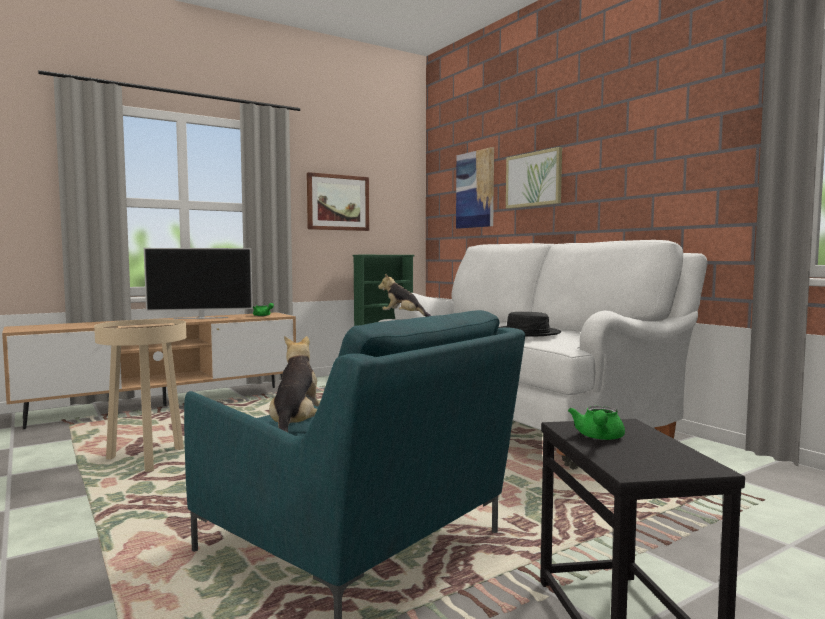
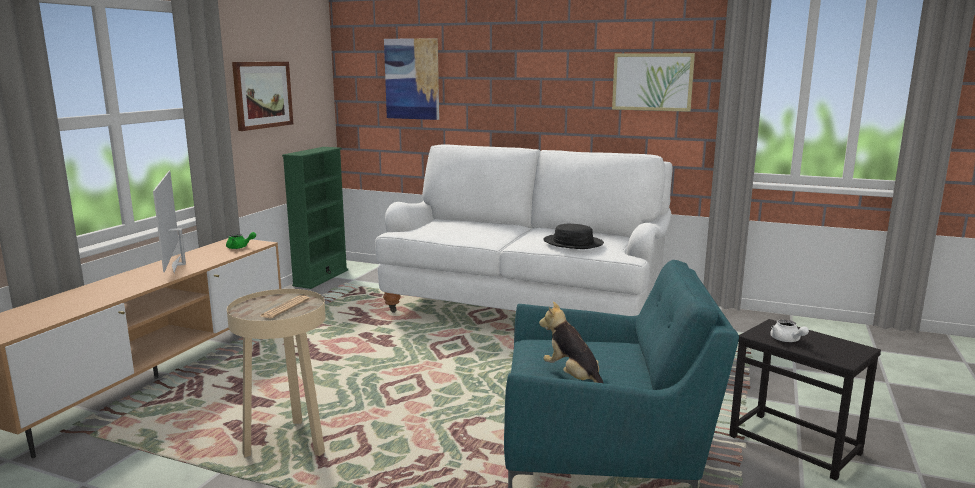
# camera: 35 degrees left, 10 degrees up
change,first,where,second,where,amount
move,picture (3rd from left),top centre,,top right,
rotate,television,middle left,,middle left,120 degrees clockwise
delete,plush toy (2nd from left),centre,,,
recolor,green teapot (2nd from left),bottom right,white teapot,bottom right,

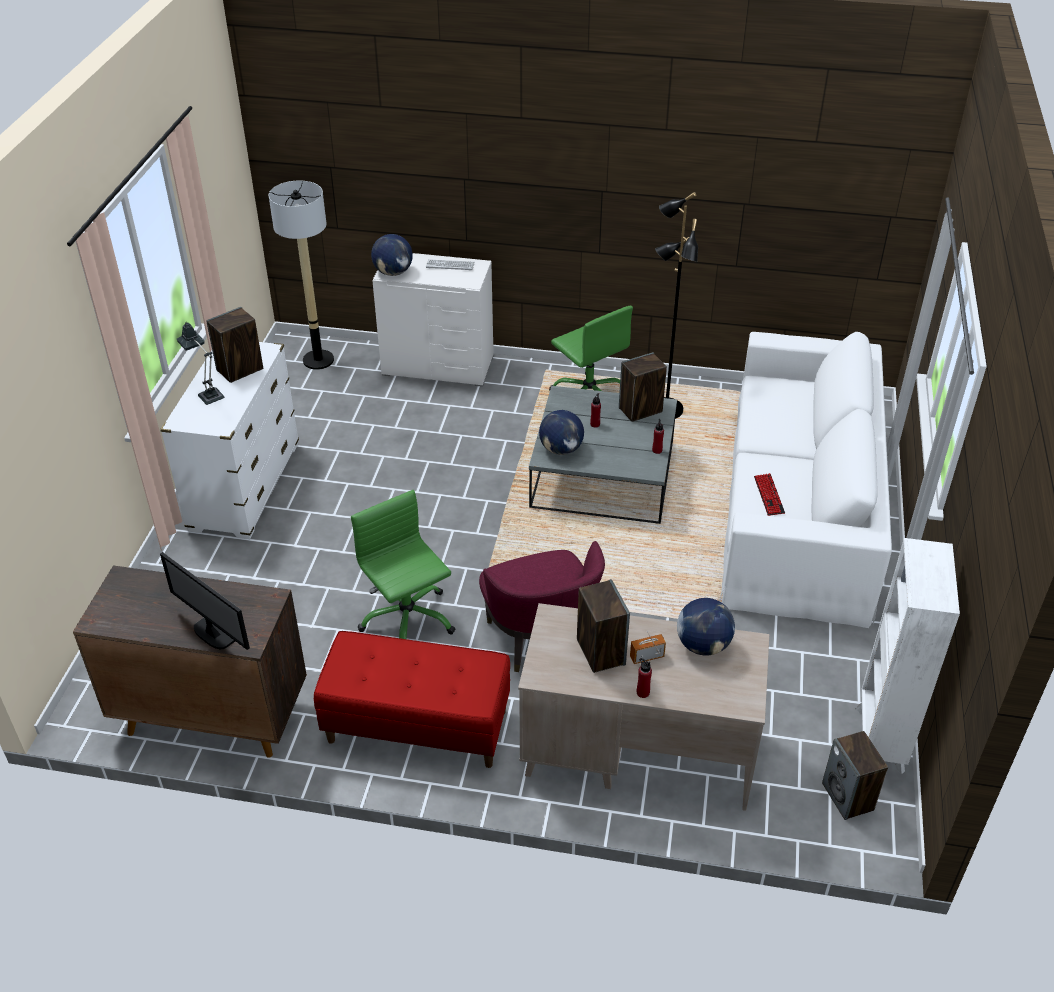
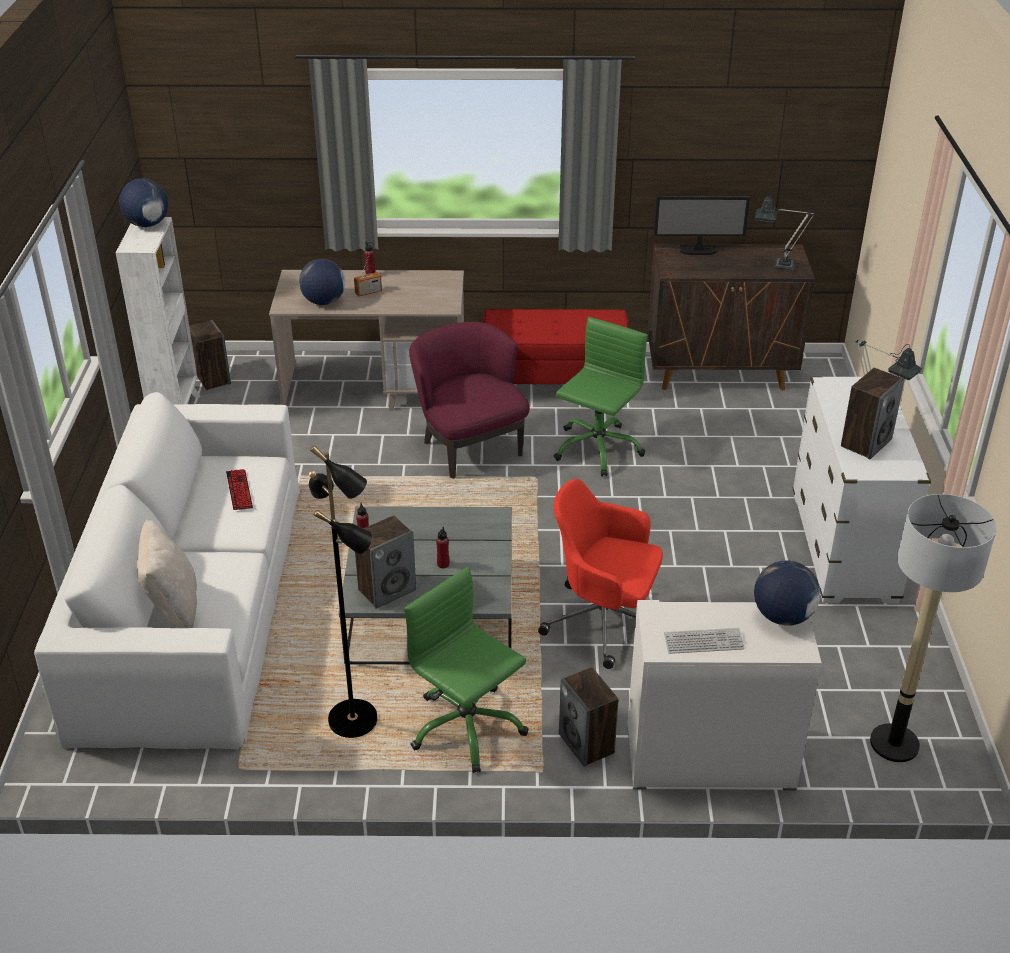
# camera: 170 degrees right, 5 degrees down
change,first,where,second,where,amount
move,globe (2nd from left in the first image),centre,globe (1st from left),top left,
rotate,green office chair (1st from left in the first image),centre,green office chair (2nd from left),centre,105 degrees counterclockwise
rotate,monitor,middle left,,top right,150 degrees clockwise
move,speaker (2nd from left in the first image),centre,speaker (3rd from left),bottom centre,
insert,,,table lamp (1st from left),top right,
insert,,,red office chair,centre,
insert,,,beige pillow,middle left,

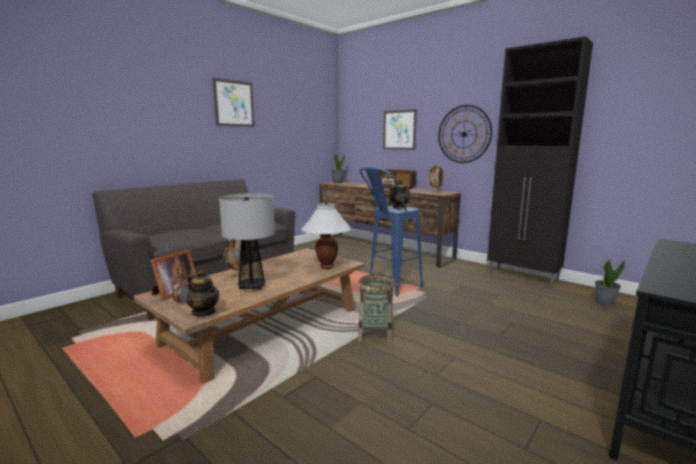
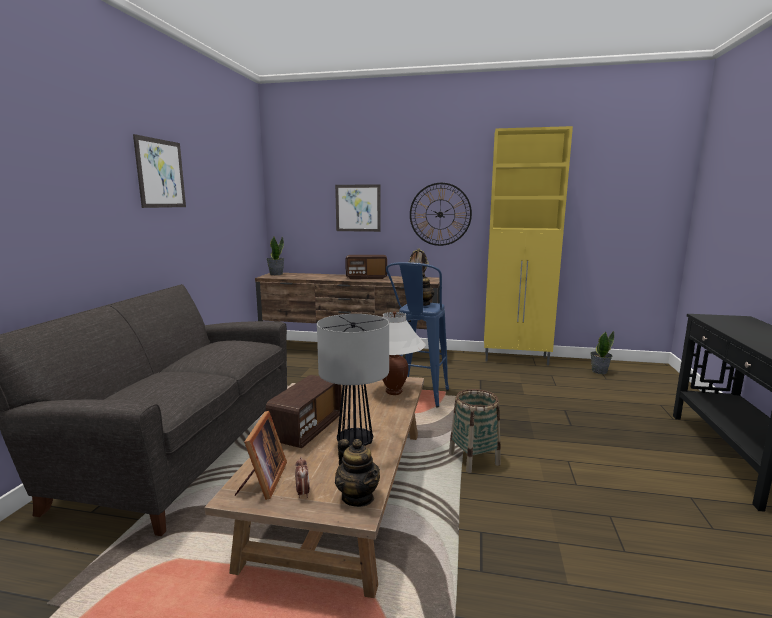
# camera: 30 degrees left, 0 degrees up
change,first,where,second,where,amount
recolor,black cabinet,middle right,yellow cabinet,middle right,
replace,picture frame (2nd from left),centre,radio (1st from left),centre,
rotate,teapot (1st from left),middle left,,bottom centre,45 degrees clockwise

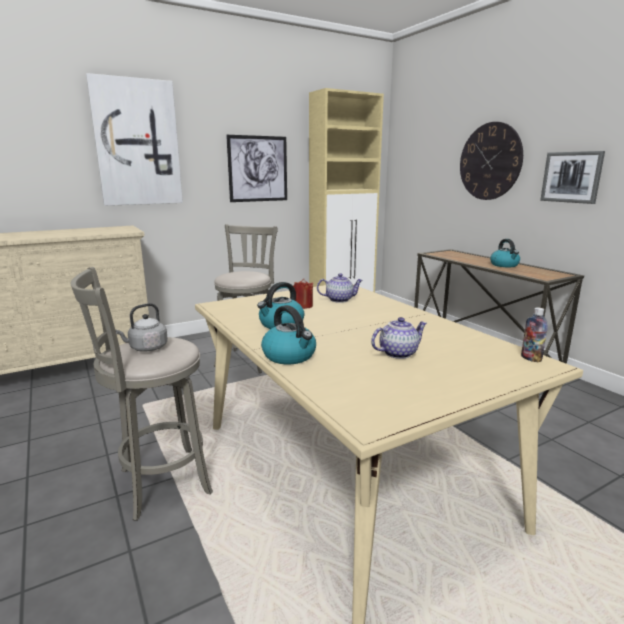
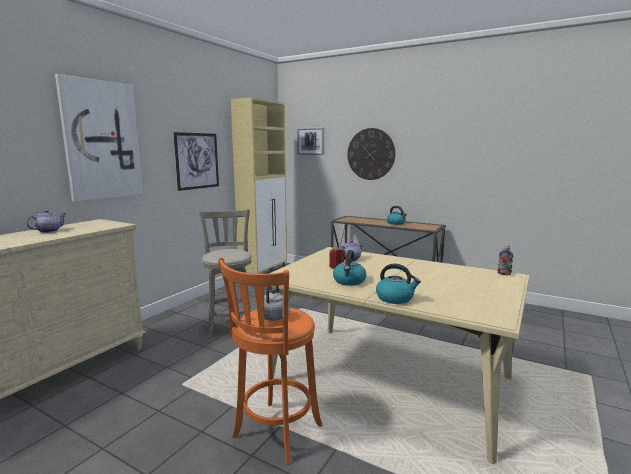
# camera: 30 degrees left, 5 degrees down
change,first,where,second,where,amount
move,picture (3rd from left),top right,,top centre,
recolor,grey stool (1st from left),middle left,orange stool,bottom centre,
move,teapot (2nd from left in the first image),centre,teapot (1st from left),middle left,

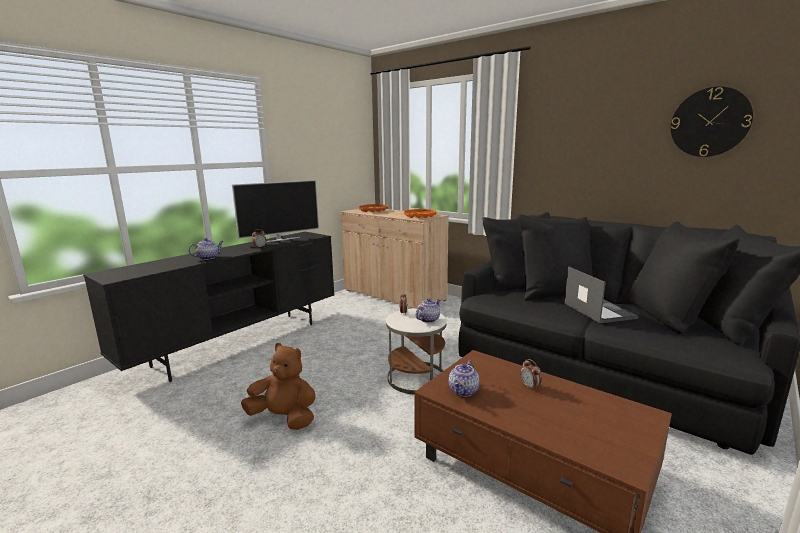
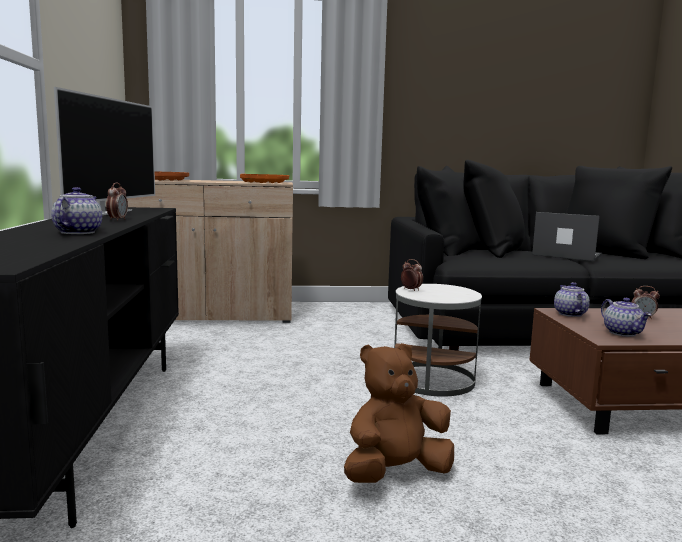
# camera: 45 degrees left, 5 degrees down
change,first,where,second,where,amount
delete,wall clock,top right,,,
move,teapot (2nd from left),centre,,middle right,

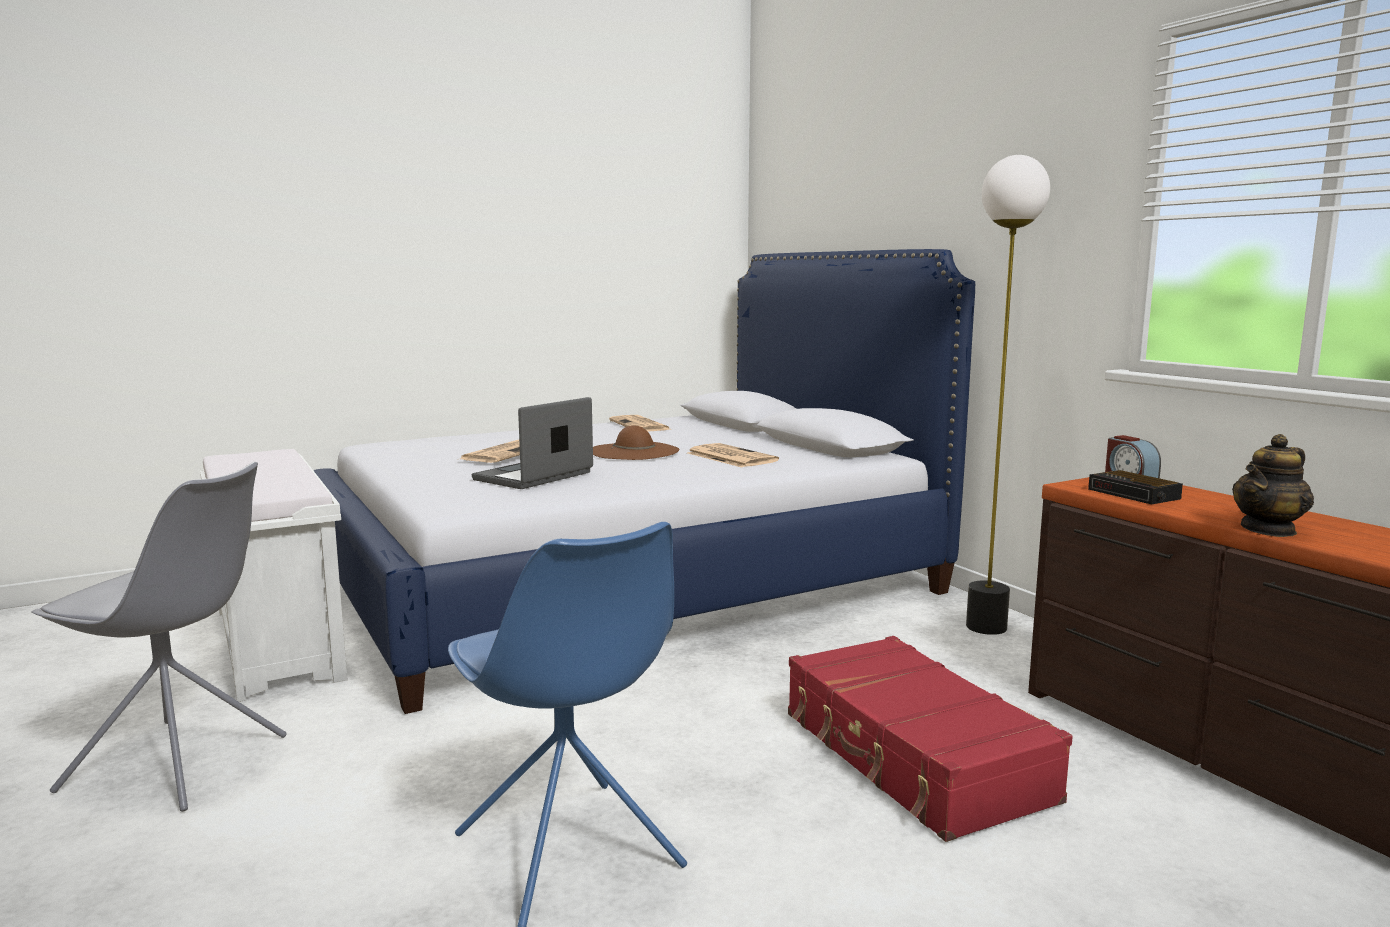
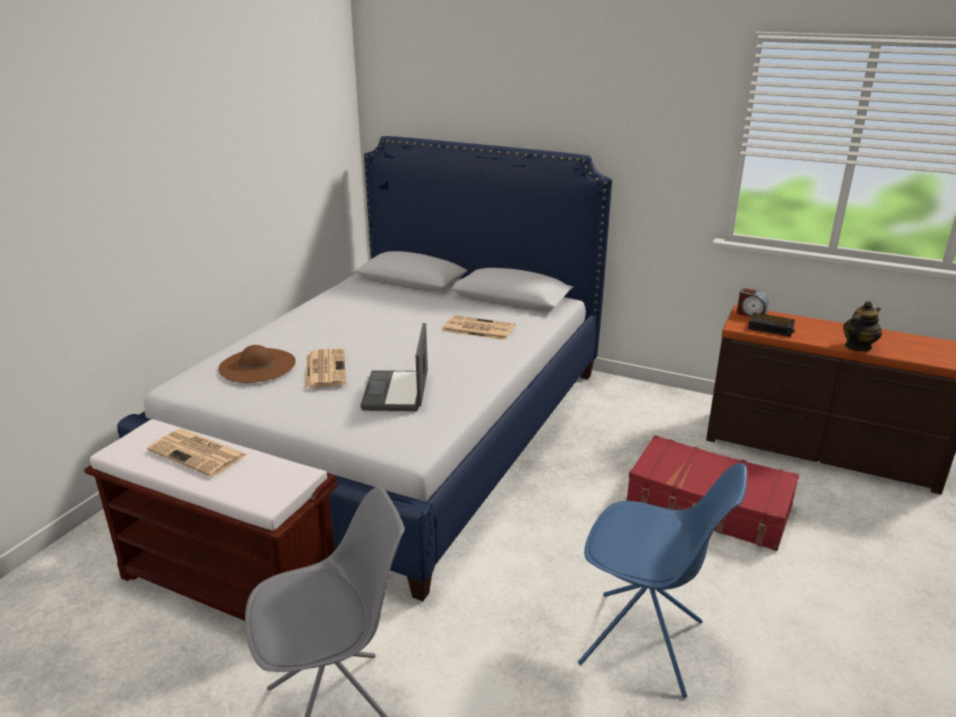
# camera: 35 degrees left, 15 degrees up
change,first,where,second,where,amount
delete,floor lamp,middle right,,,
move,newspaper (2nd from left in the first image),centre,newspaper (1st from left),middle left,
move,brown hat,centre,,middle left,
rotate,teapot,middle right,,middle right,150 degrees counterclockwise
recolor,white bench,middle left,brown bench,bottom left,

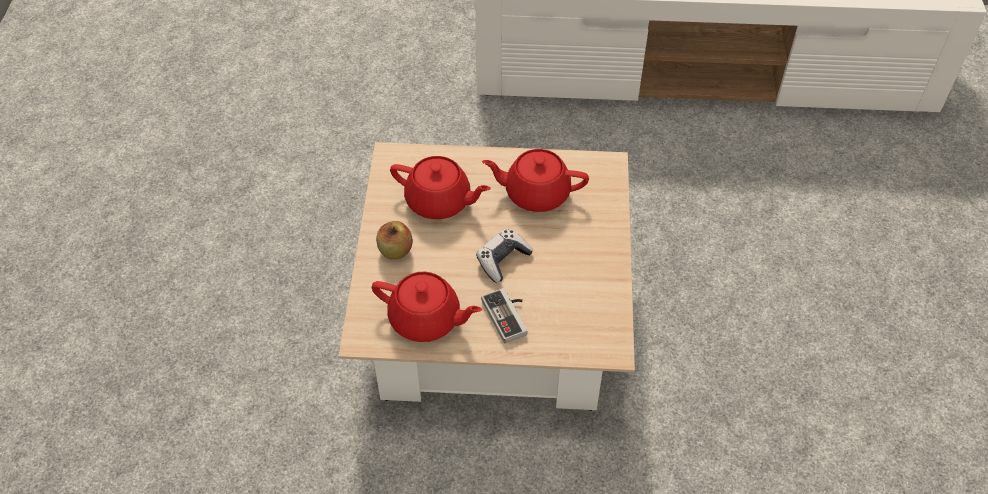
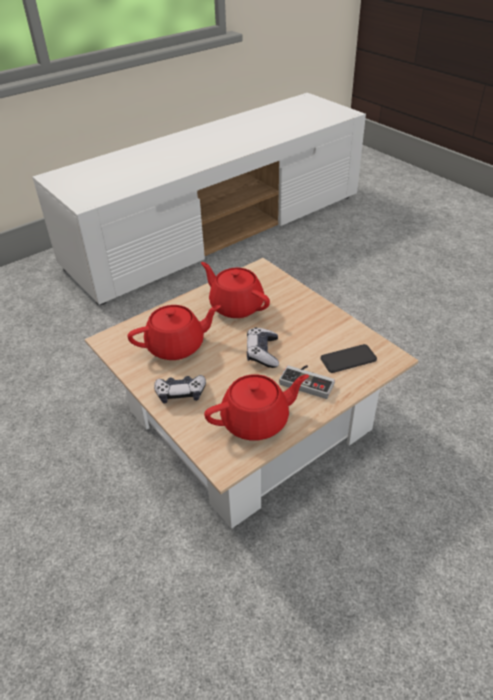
# camera: 40 degrees left, 10 degrees down
change,first,where,second,where,amount
rotate,red teapot (3rd from left in the first image),centre,red teapot (2nd from left),centre,75 degrees clockwise
replace,apple,centre,game controller (1st from left),centre,
insert,,,phone,middle right,

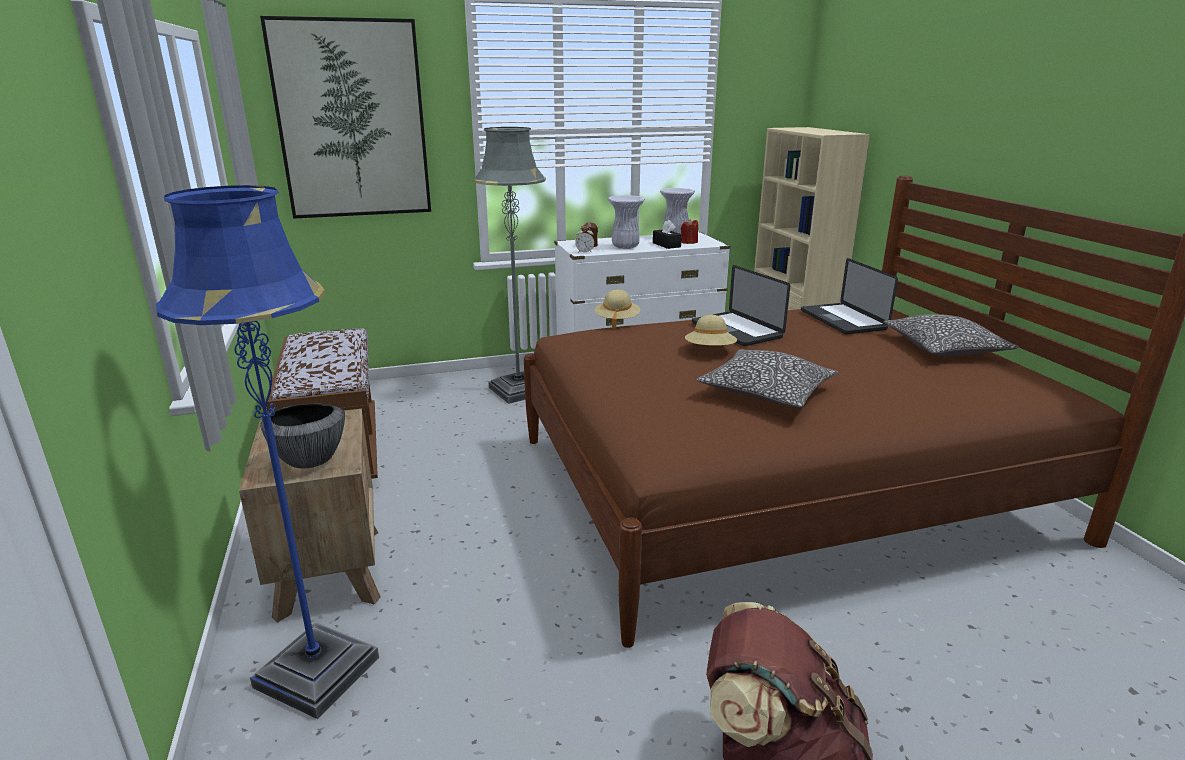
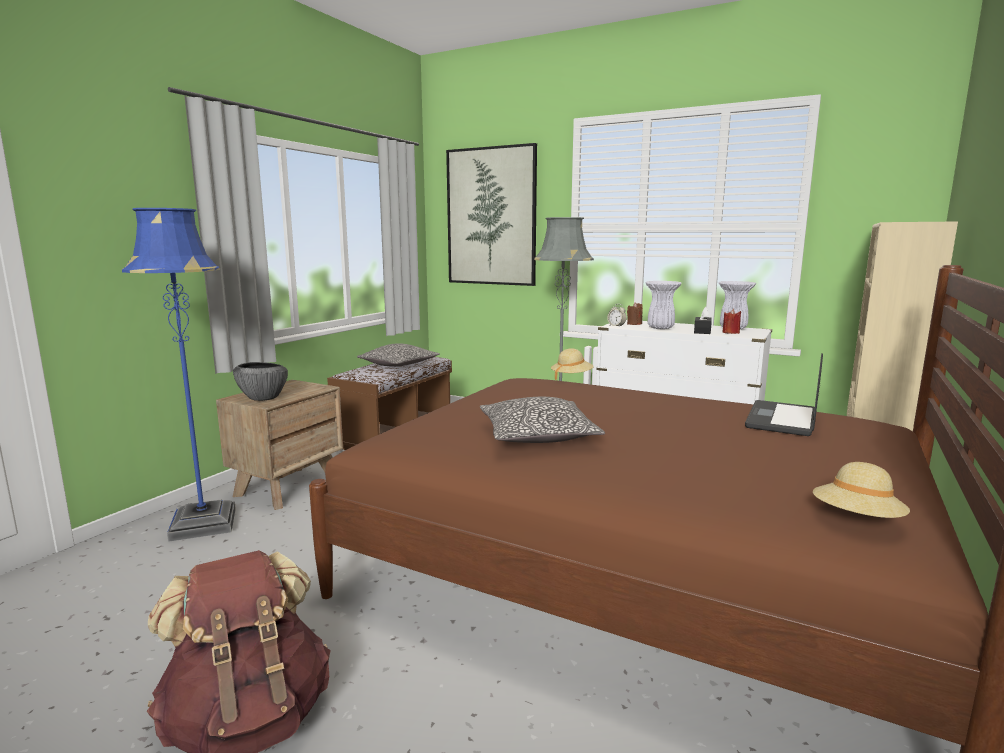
# camera: 45 degrees right, 10 degrees down
change,first,where,second,where,amount
delete,laptop (1st from left),centre,,,
move,pillow (2nd from left in the first image),middle right,pillow (1st from left),centre,
move,beige hat (2nd from left),centre,,middle right,

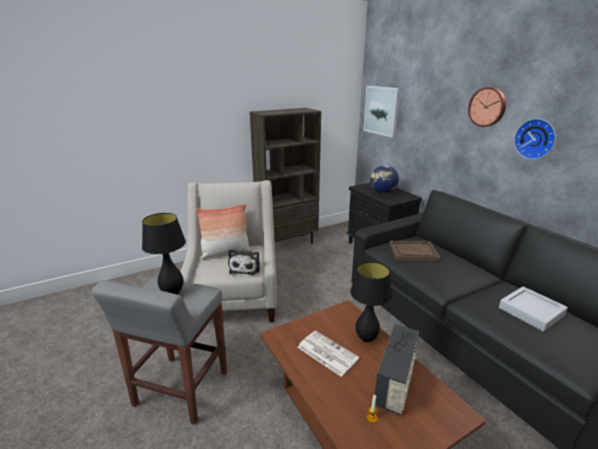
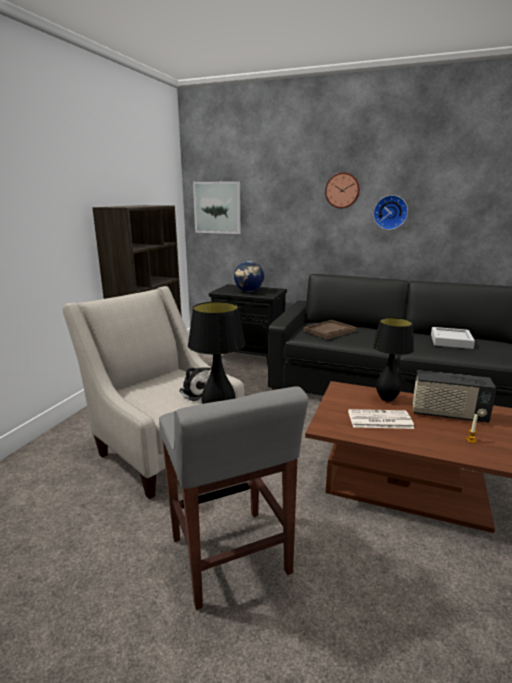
# camera: 40 degrees left, 5 degrees down
change,first,where,second,where,amount
delete,pillow,centre,,,
rotate,radio,bottom centre,,middle right,120 degrees clockwise

